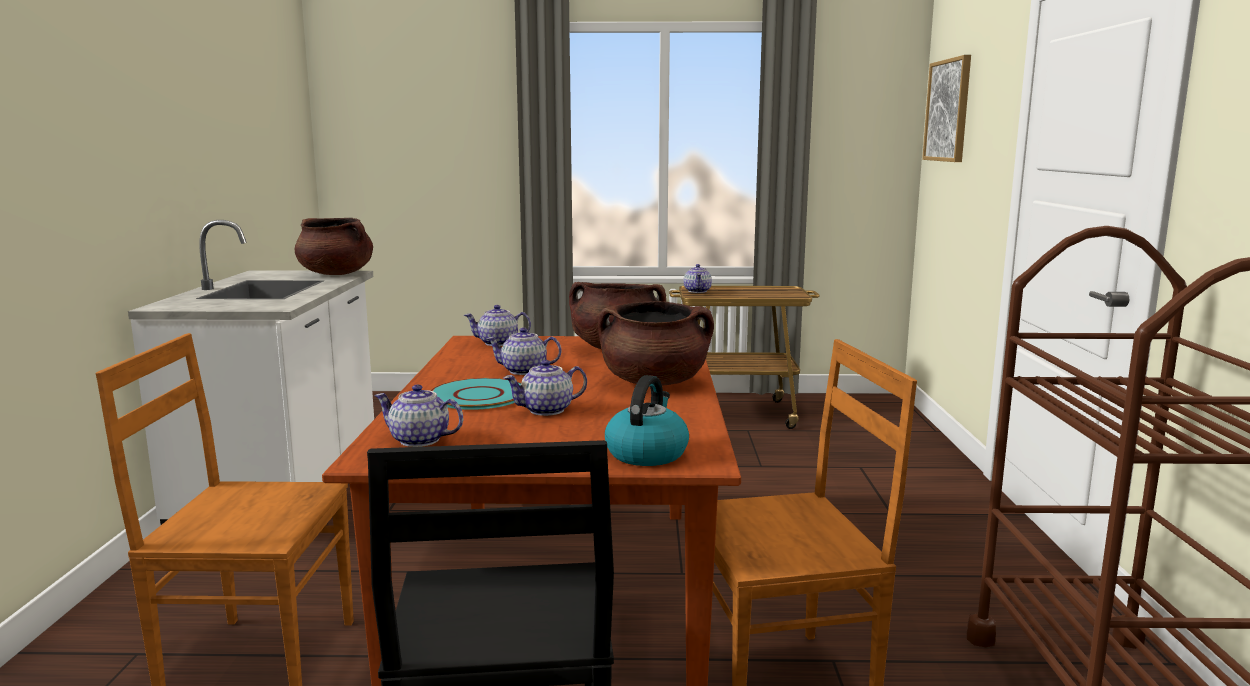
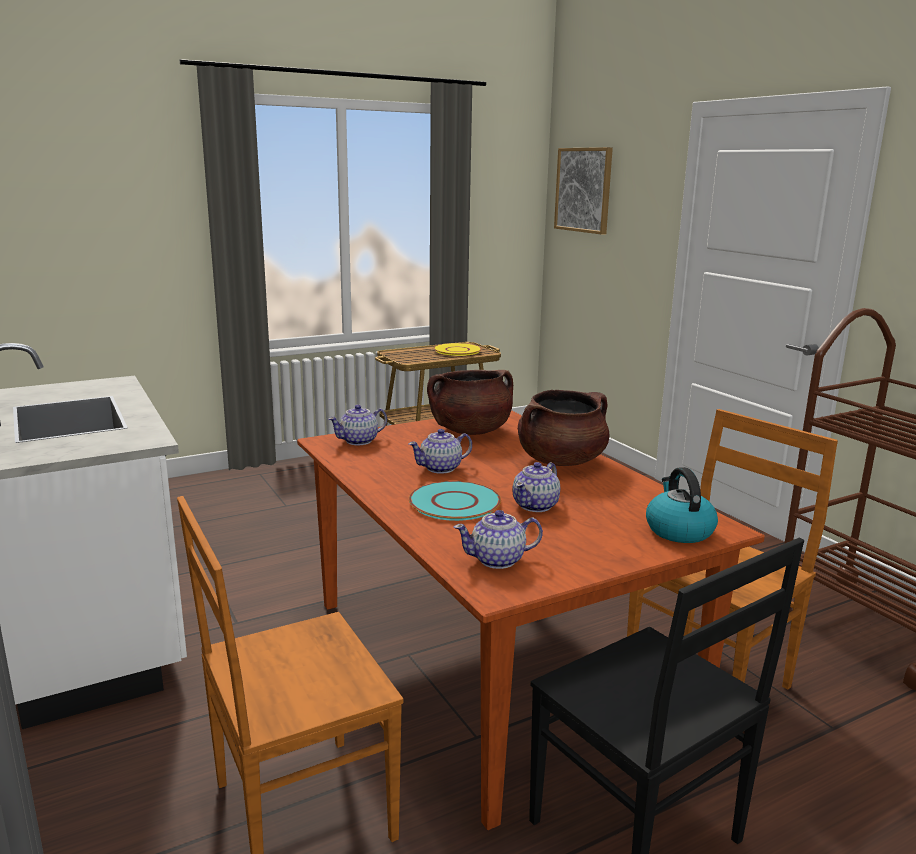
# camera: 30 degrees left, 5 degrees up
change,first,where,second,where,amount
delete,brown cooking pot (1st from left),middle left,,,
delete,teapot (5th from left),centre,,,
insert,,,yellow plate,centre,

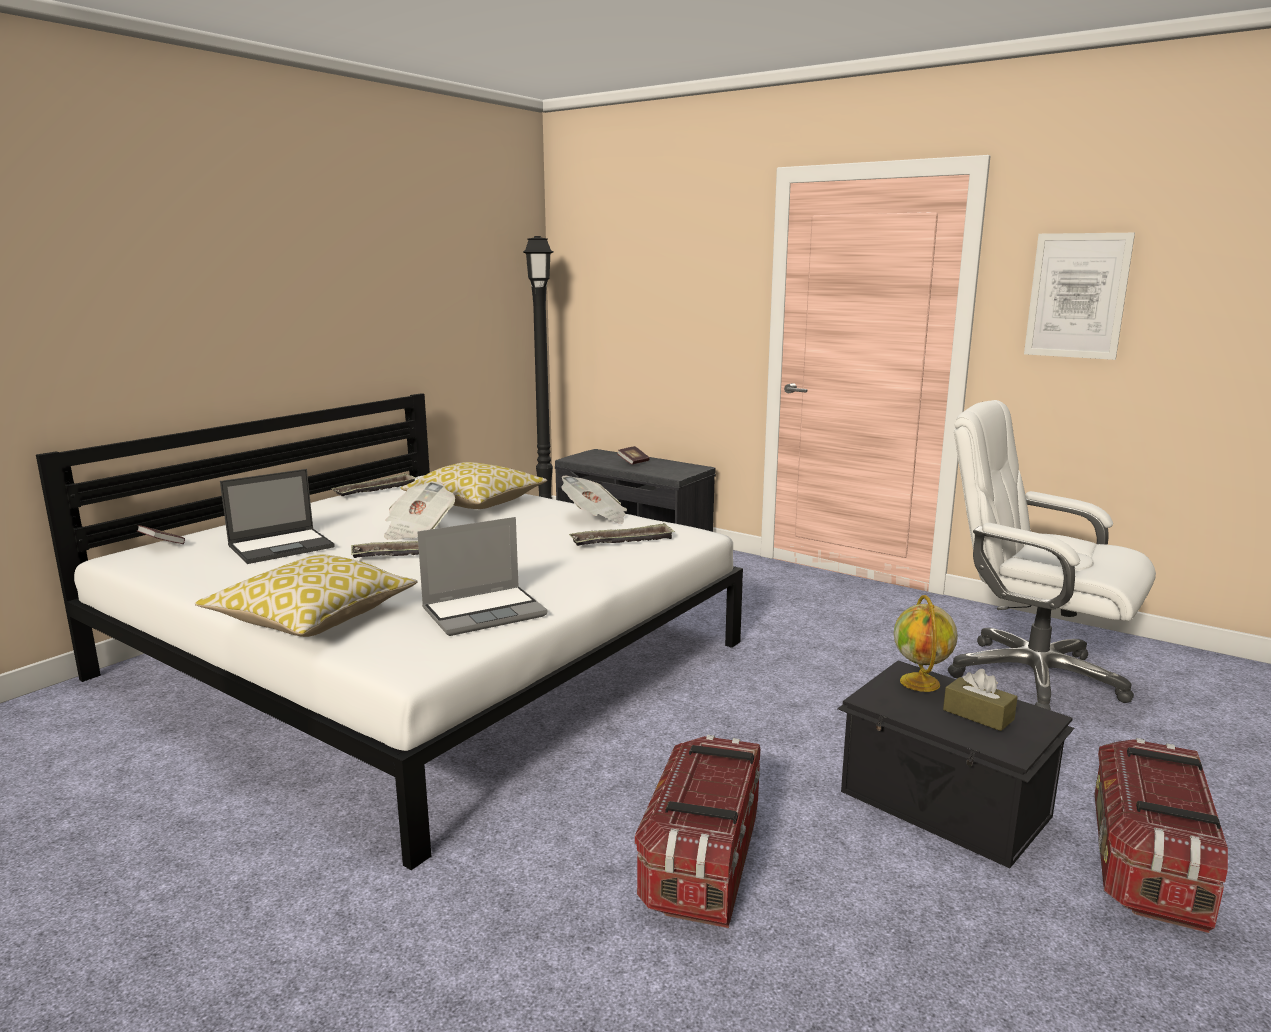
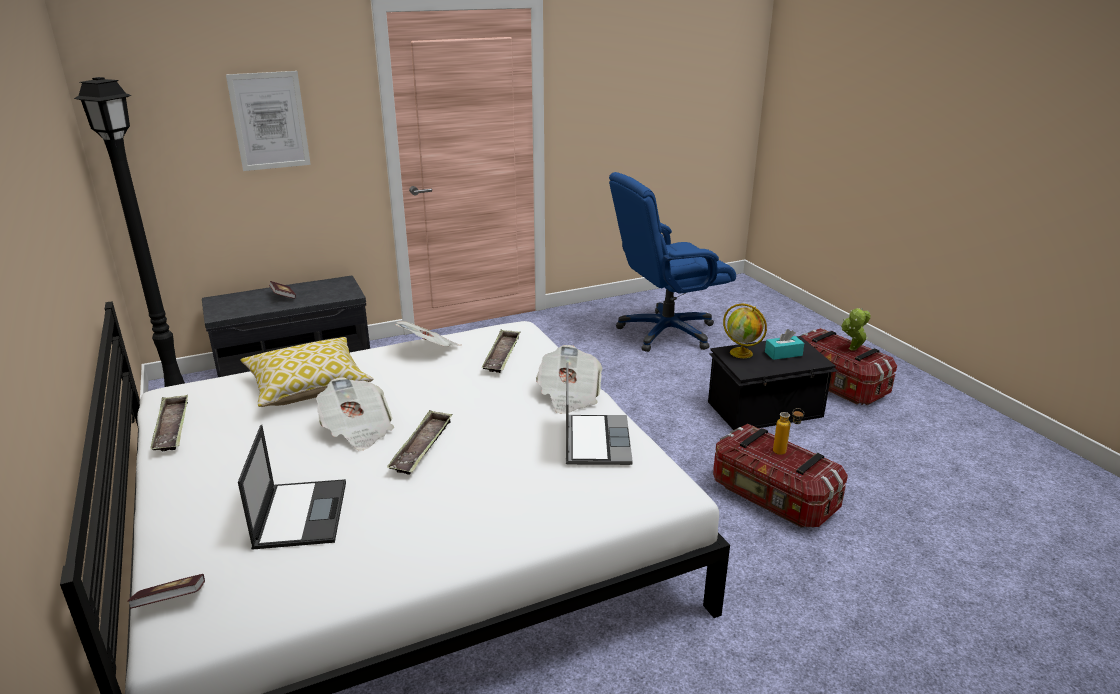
# camera: 60 degrees left, 10 degrees up
change,first,where,second,where,amount
move,picture,top right,,top left,
recolor,white office chair,middle right,blue office chair,centre,
delete,pillow (1st from left),middle left,,,
recolor,brown tissue box,bottom right,turquoise tissue box,middle right,
insert,,,potted plant,middle right,
insert,,,newspaper (3rd from left),centre,
insert,,,bottle,middle right,

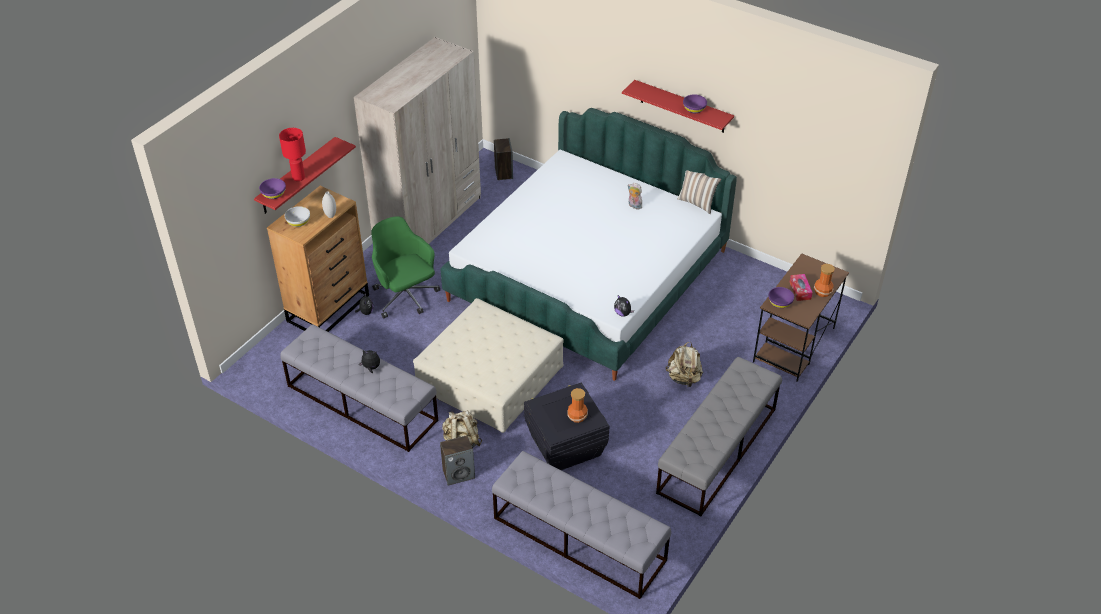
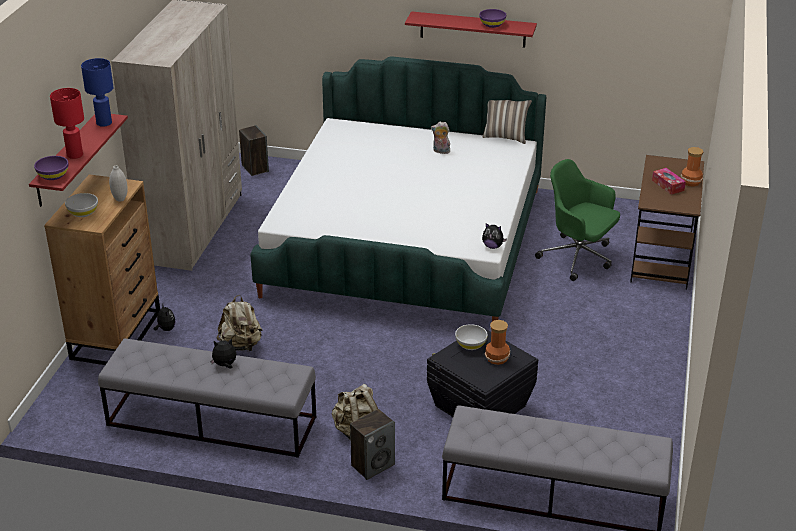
# camera: 20 degrees left, 10 degrees down
change,first,where,second,where,amount
move,green office chair,centre,,middle right,
delete,purple bowl (3rd from left),middle right,,,
delete,beige ottoman,centre,,,
move,beige backpack (2nd from left in the first image),centre,beige backpack (1st from left),middle left,
delete,grey bench (3rd from left),bottom centre,,,
insert,,,blue table lamp,top left,
insert,,,white bowl (2nd from left),centre,

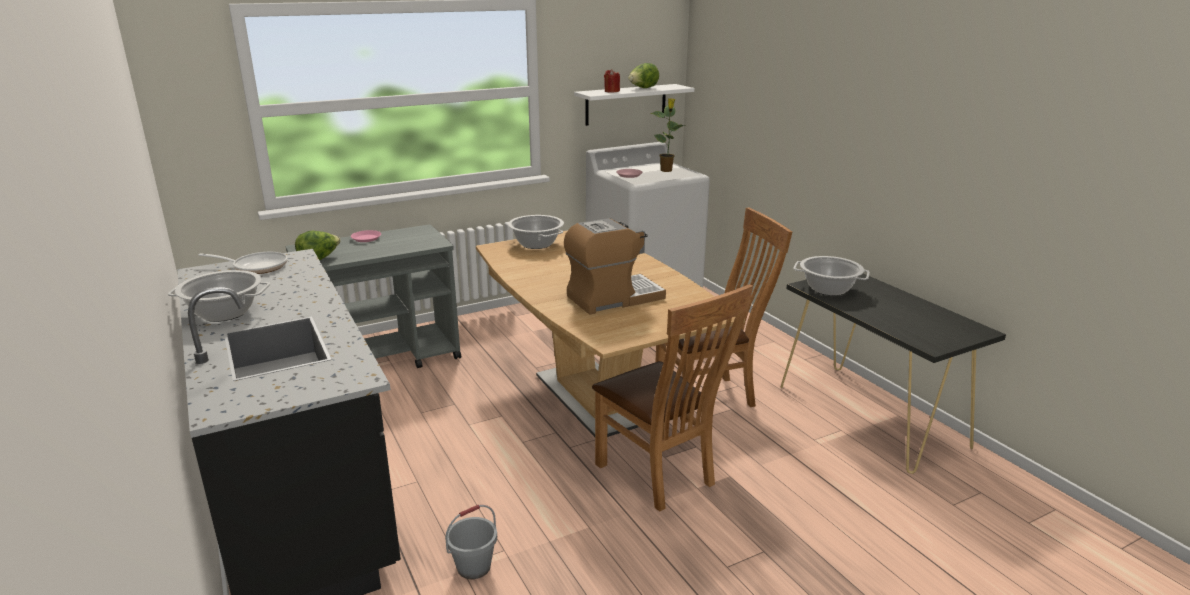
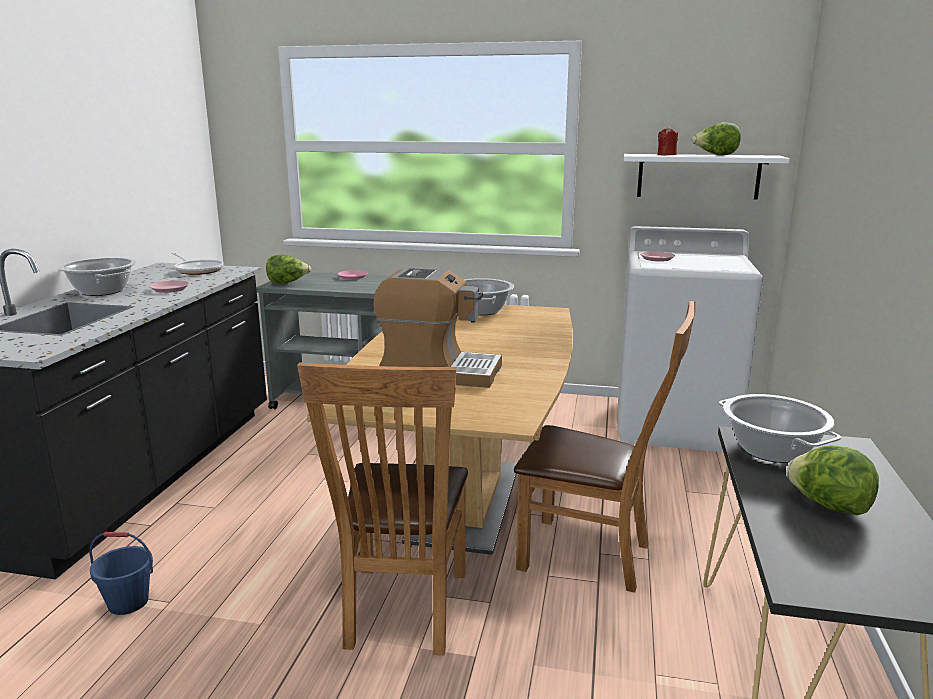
# camera: 40 degrees right, 5 degrees down
change,first,where,second,where,amount
delete,potted plant,top centre,,,
recolor,grey bucket,bottom centre,blue bucket,bottom left,
insert,,,pink plate (1st from left),middle left,
insert,,,lettuce (3rd from left),bottom right,

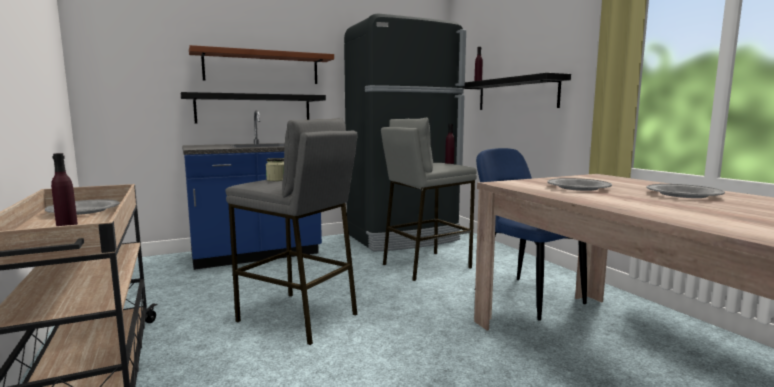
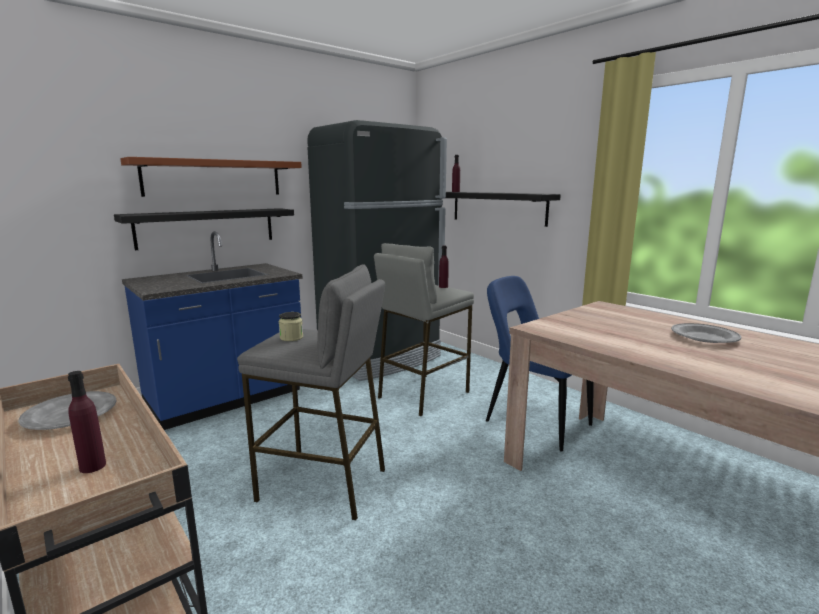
# camera: 15 degrees left, 5 degrees up
change,first,where,second,where,amount
delete,grey plate (2nd from left),middle right,,,

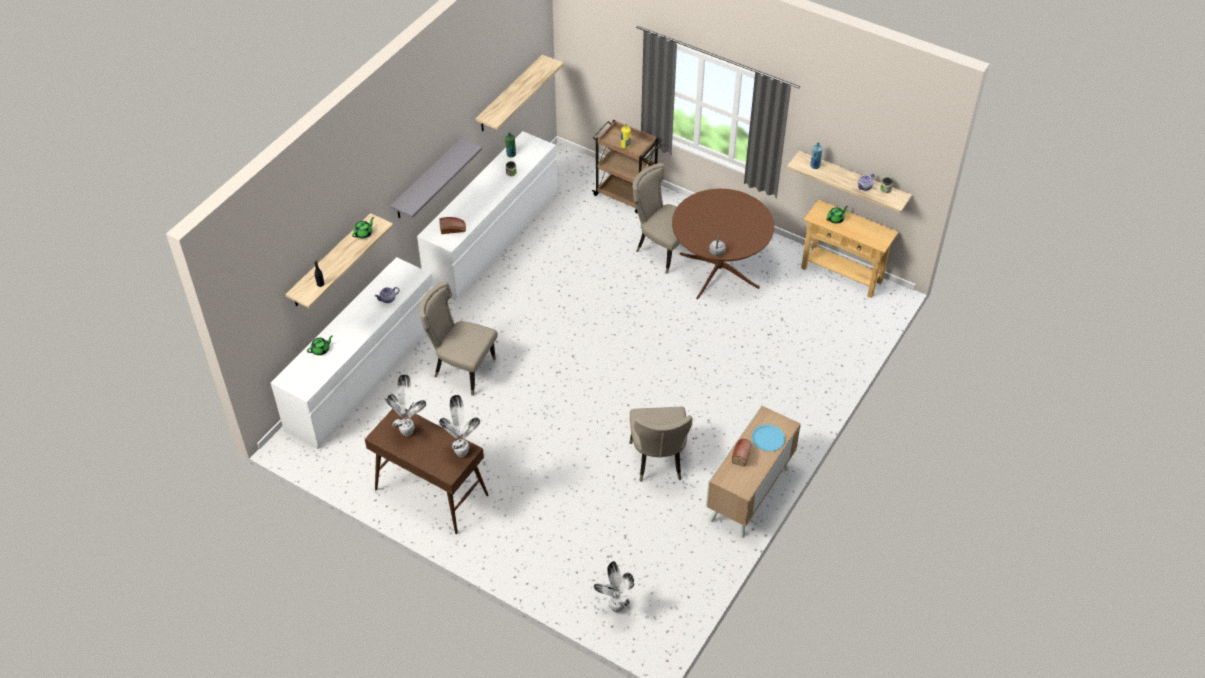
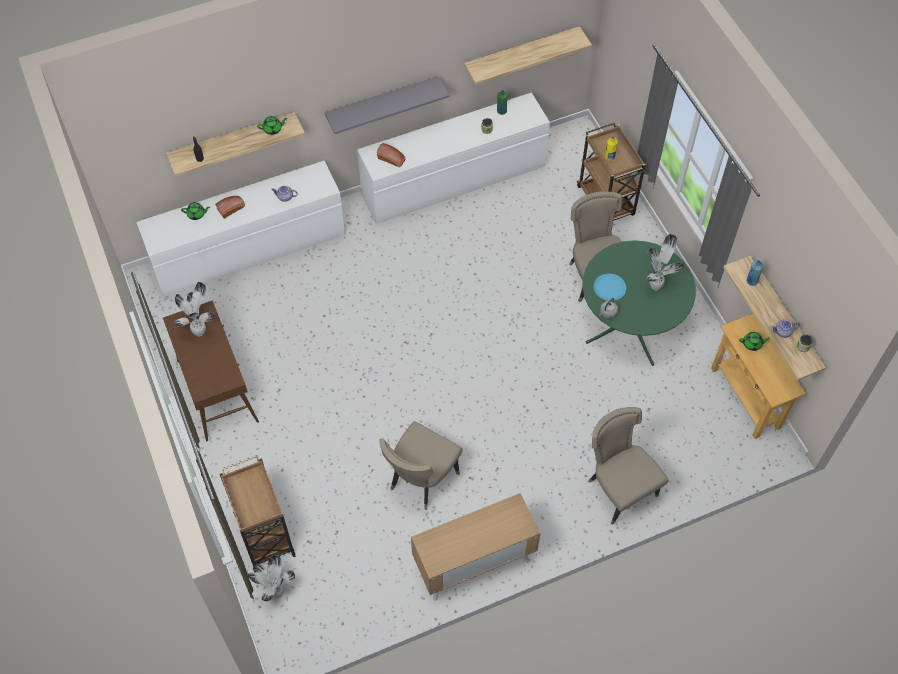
# camera: 35 degrees right, 10 degrees up
change,first,where,second,where,amount
recolor,brown dining table,centre,green dining table,middle right,
move,beige chair (1st from left in the first image),centre,beige chair (3rd from left),bottom right,
move,potted plant (2nd from left in the first image),centre,potted plant (3rd from left),middle right,
move,blue plate,centre,,middle right,
move,bread (2nd from left in the first image),bottom centre,bread (1st from left),top left,
insert,,,brown cart (1st from left),bottom left,

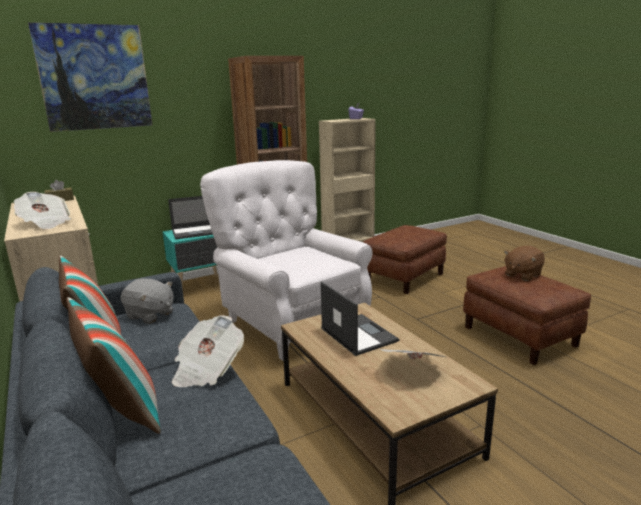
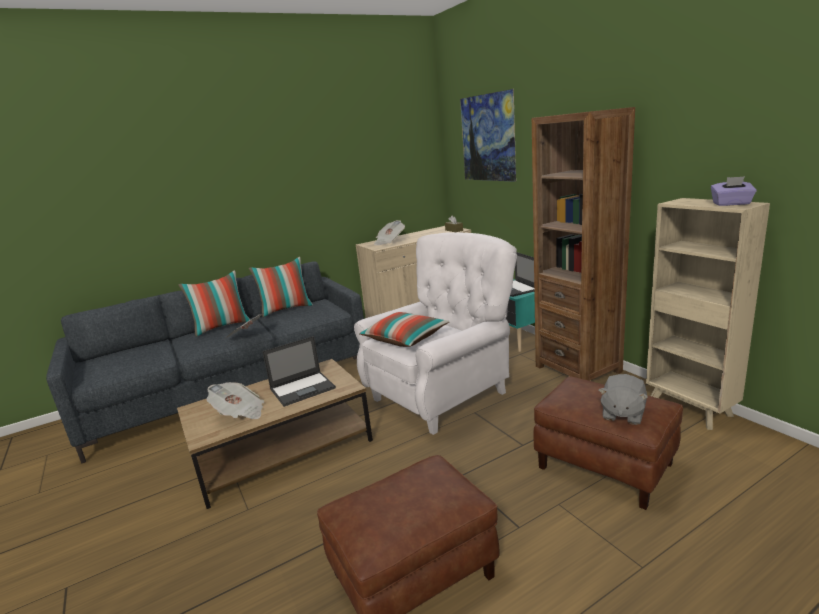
# camera: 90 degrees right, 0 degrees up
change,first,where,second,where,amount
delete,brown plush toy,middle right,,,
move,grey plush toy,middle left,,middle right,
insert,,,pillow (3rd from left),centre,

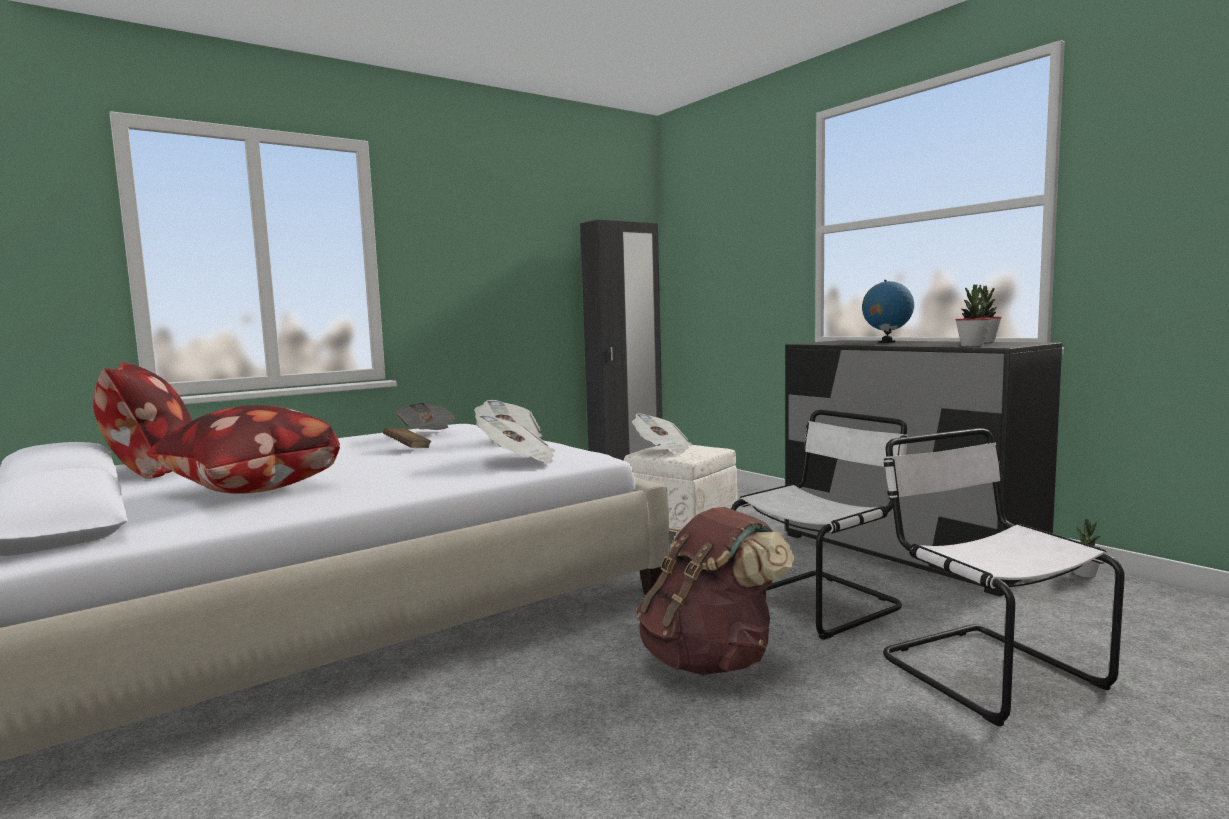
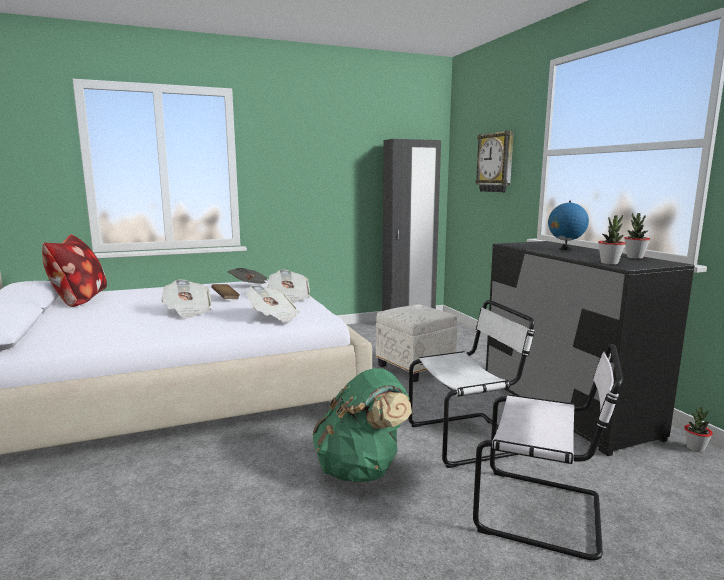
# camera: 15 degrees right, 5 degrees up
change,first,where,second,where,amount
delete,pillow (2nd from left),middle left,,,
move,newspaper (4th from left in the first image),centre,newspaper (1st from left),middle left,
rotate,white chair (2nd from left),bottom right,,bottom right,120 degrees clockwise
recolor,brown backpack,bottom centre,green backpack,bottom centre,
insert,,,wall clock,top right,

